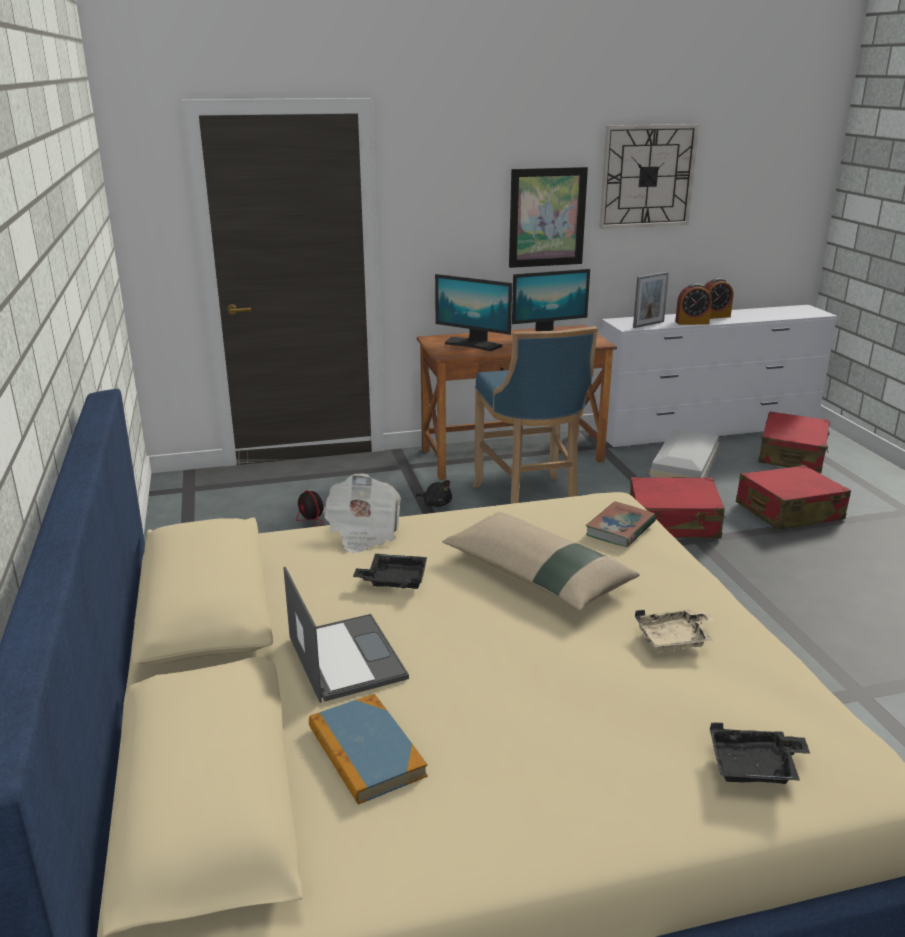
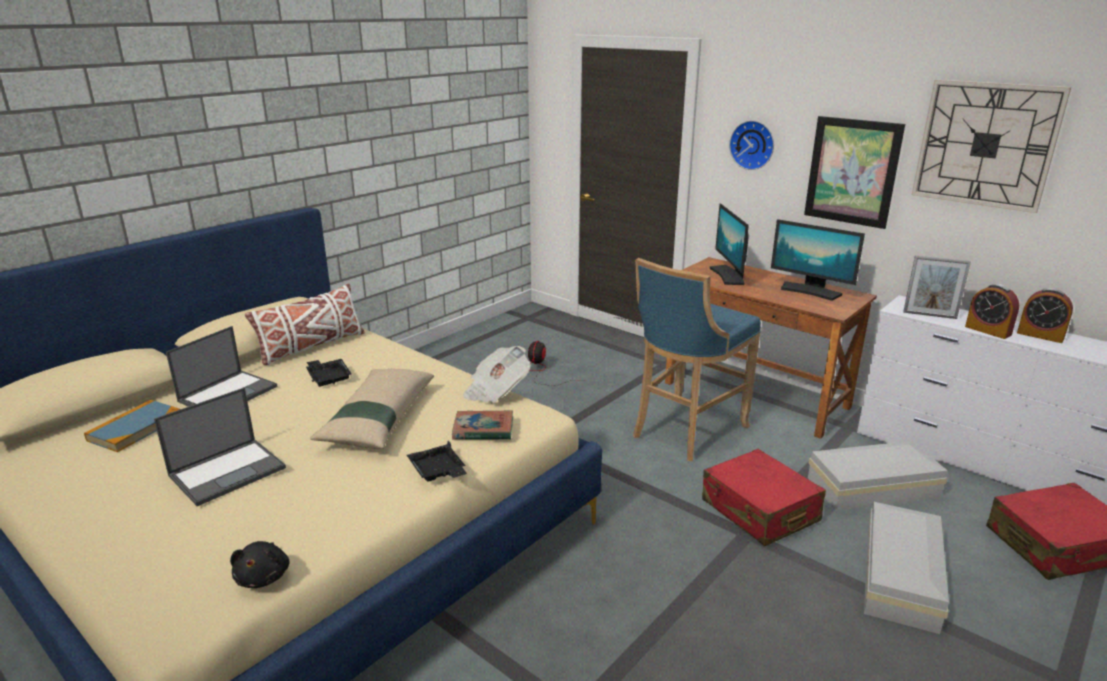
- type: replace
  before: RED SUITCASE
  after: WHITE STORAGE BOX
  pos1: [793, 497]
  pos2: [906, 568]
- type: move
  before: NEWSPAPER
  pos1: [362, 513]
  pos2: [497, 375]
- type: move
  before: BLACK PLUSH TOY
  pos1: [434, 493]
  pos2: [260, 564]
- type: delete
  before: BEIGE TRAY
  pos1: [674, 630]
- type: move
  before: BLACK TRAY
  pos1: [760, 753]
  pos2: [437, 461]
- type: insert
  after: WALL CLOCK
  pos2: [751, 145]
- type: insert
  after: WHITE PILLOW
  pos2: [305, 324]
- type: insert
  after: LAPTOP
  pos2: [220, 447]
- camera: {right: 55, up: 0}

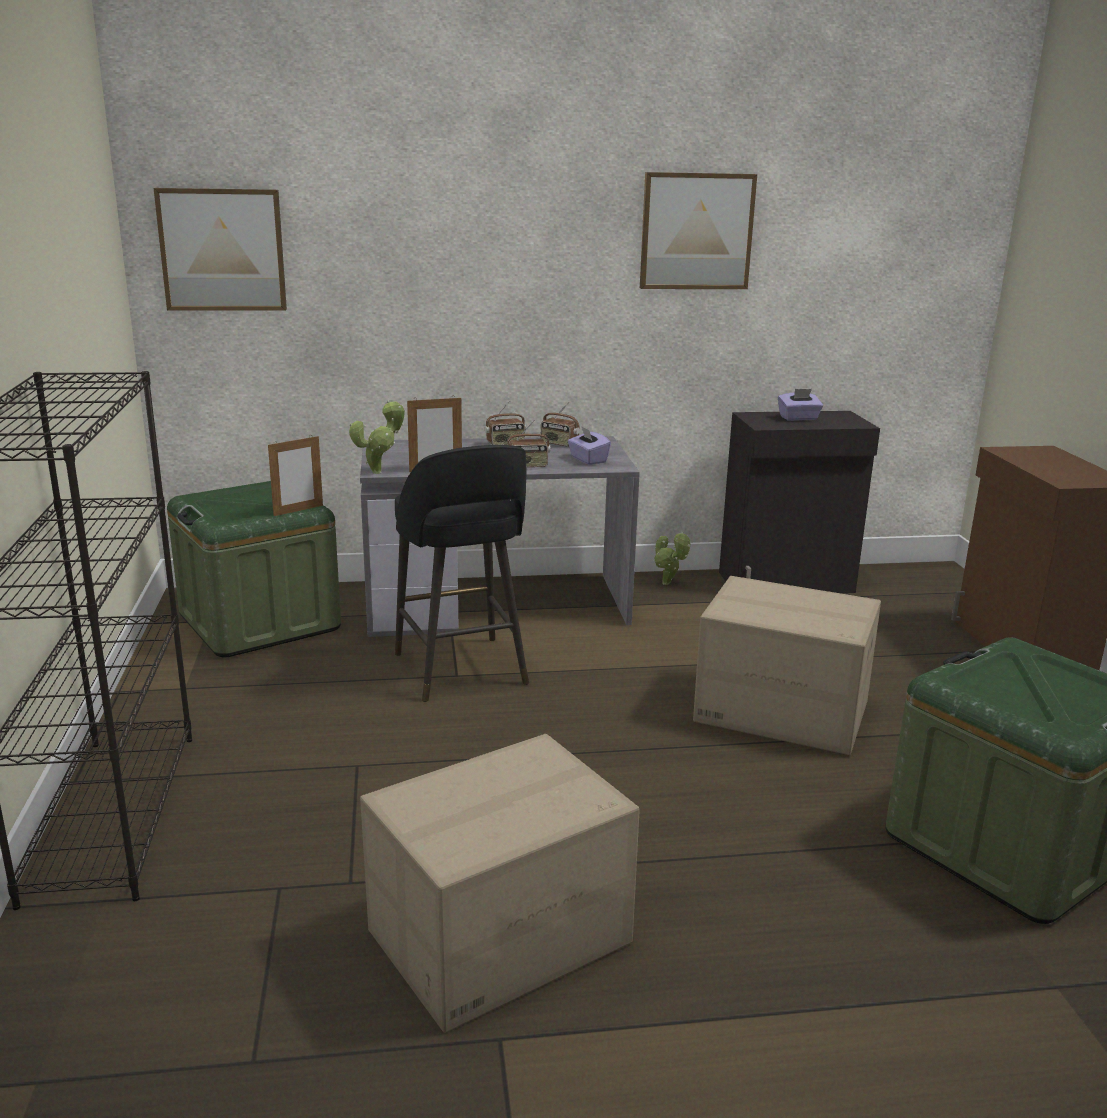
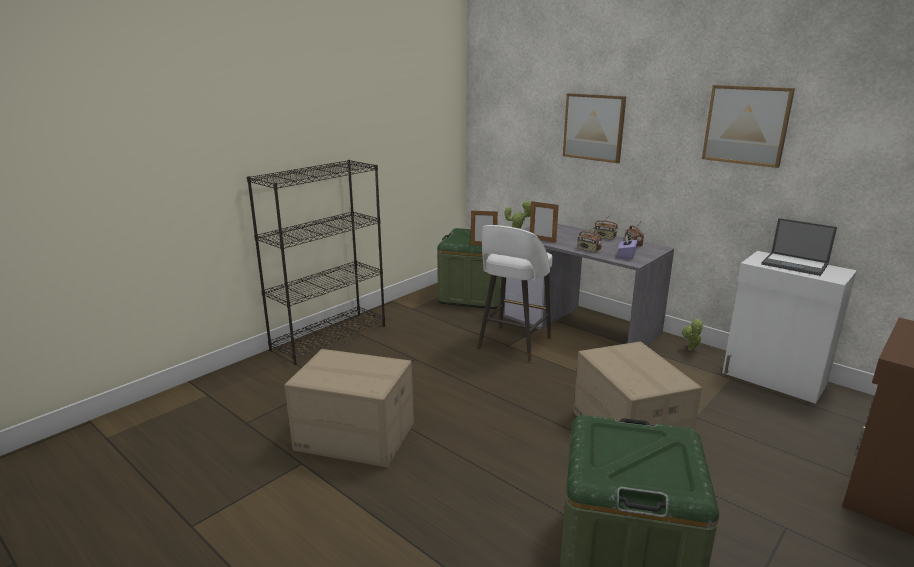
- type: move
  before: PICTURE
  pos1: [220, 249]
  pos2: [594, 128]
- type: replace
  before: PURPLE TISSUE BOX
  after: LAPTOP
  pos1: [800, 405]
  pos2: [799, 247]
- type: recolor
  before: BLACK CABINET
  after: WHITE CABINET
  pos1: [799, 502]
  pos2: [789, 327]
- type: recolor
  before: BLACK STOOL
  after: WHITE STOOL
  pos1: [462, 573]
  pos2: [515, 293]
- camera: {right: 50, up: 0}

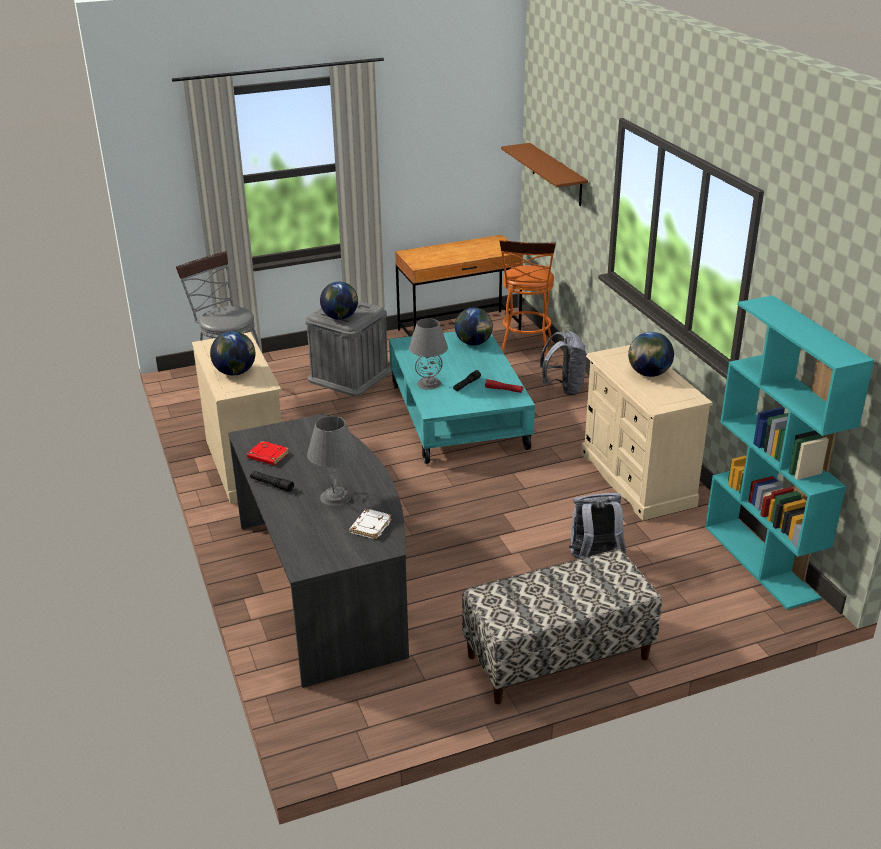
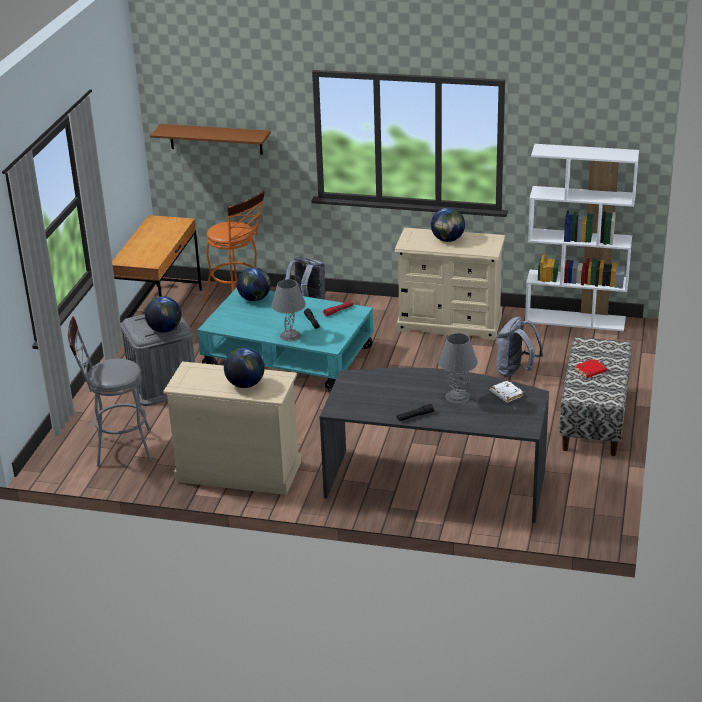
- type: recolor
  before: TURQUOISE BOOKCASE
  after: WHITE BOOKCASE
  pos1: [789, 452]
  pos2: [582, 237]
- type: move
  before: RED BOOK
  pos1: [268, 453]
  pos2: [591, 368]
- camera: {right: -55, up: 0}

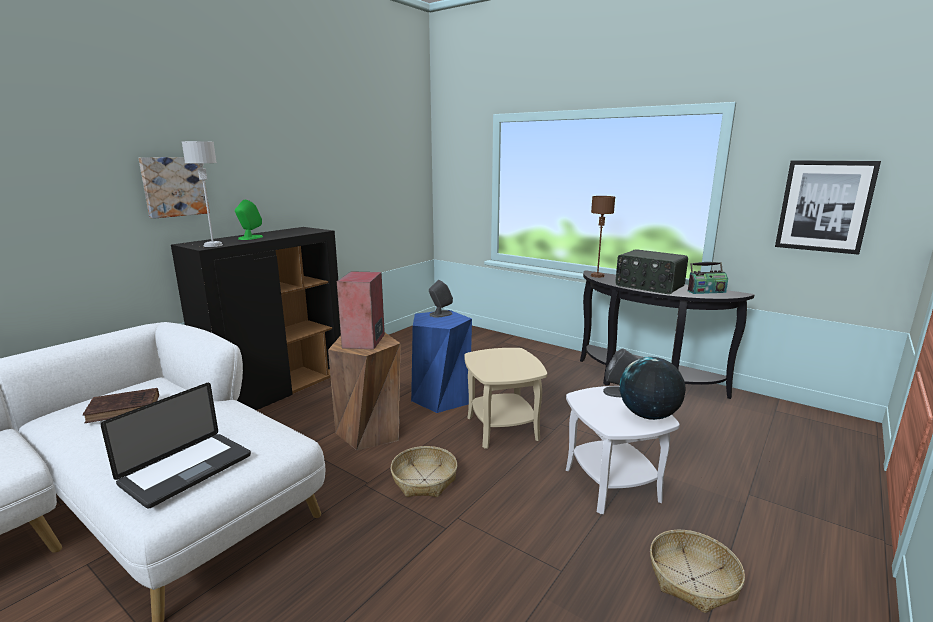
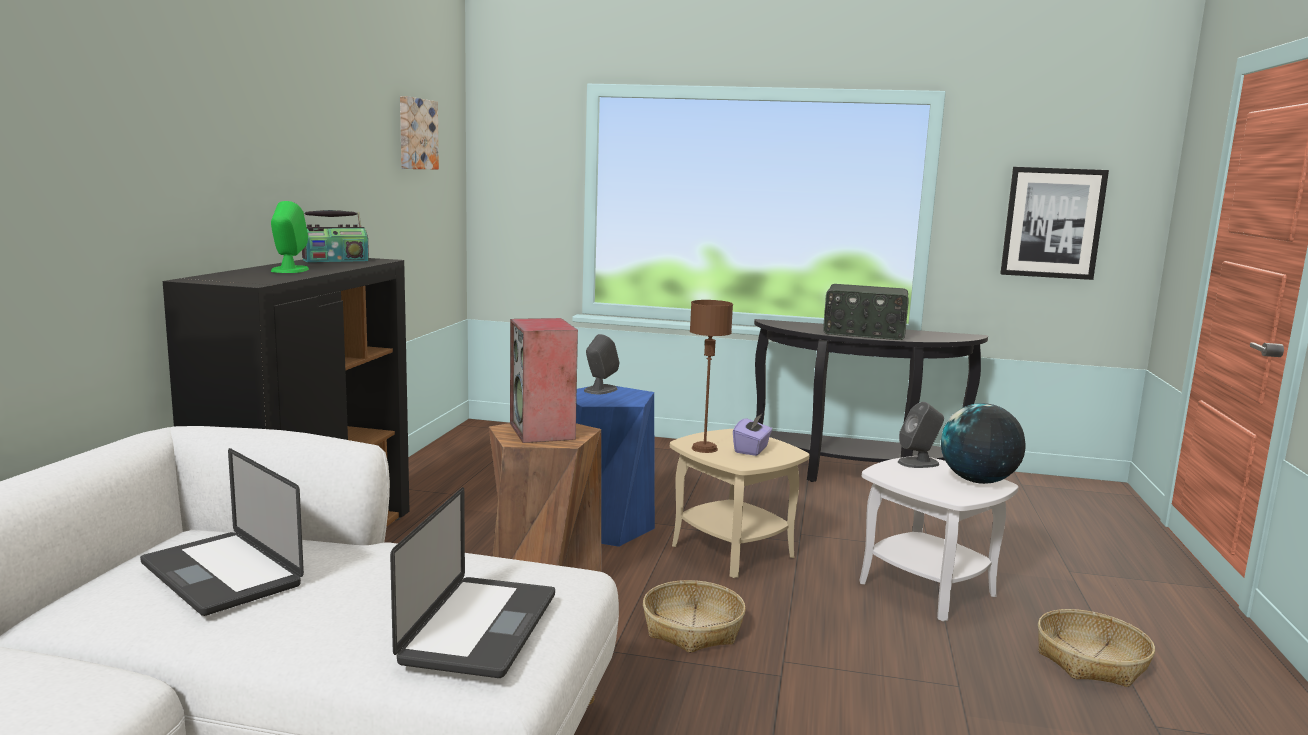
- type: delete
  before: GREY TABLE LAMP
  pos1: [202, 194]
- type: move
  before: PICTURE
  pos1: [174, 188]
  pos2: [419, 133]
- type: move
  before: BROWN TABLE LAMP
  pos1: [603, 237]
  pos2: [711, 376]
- type: move
  before: RADIO
  pos1: [708, 278]
  pos2: [335, 236]
- type: replace
  before: BROWN BOOK
  after: LAPTOP
  pos1: [121, 405]
  pos2: [222, 532]
- type: insert
  after: PURPLE TISSUE BOX
  pos2: [752, 435]
- camera: {right: -25, up: -5}

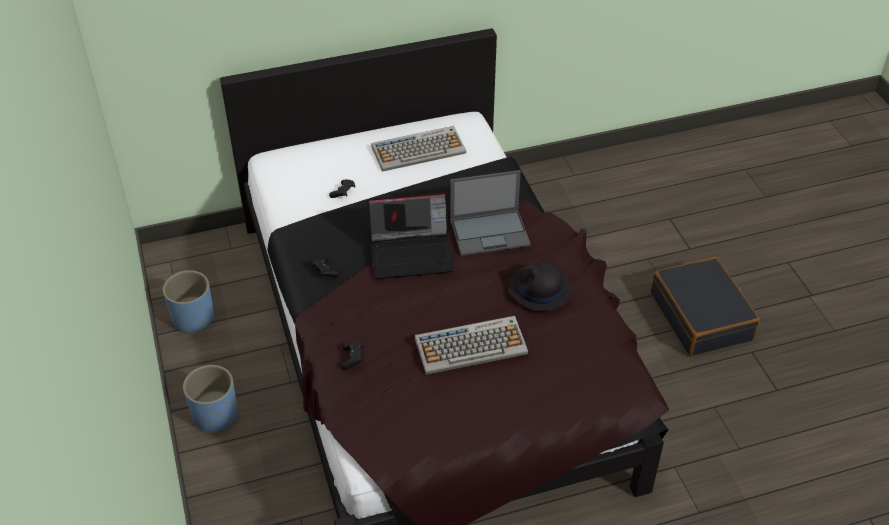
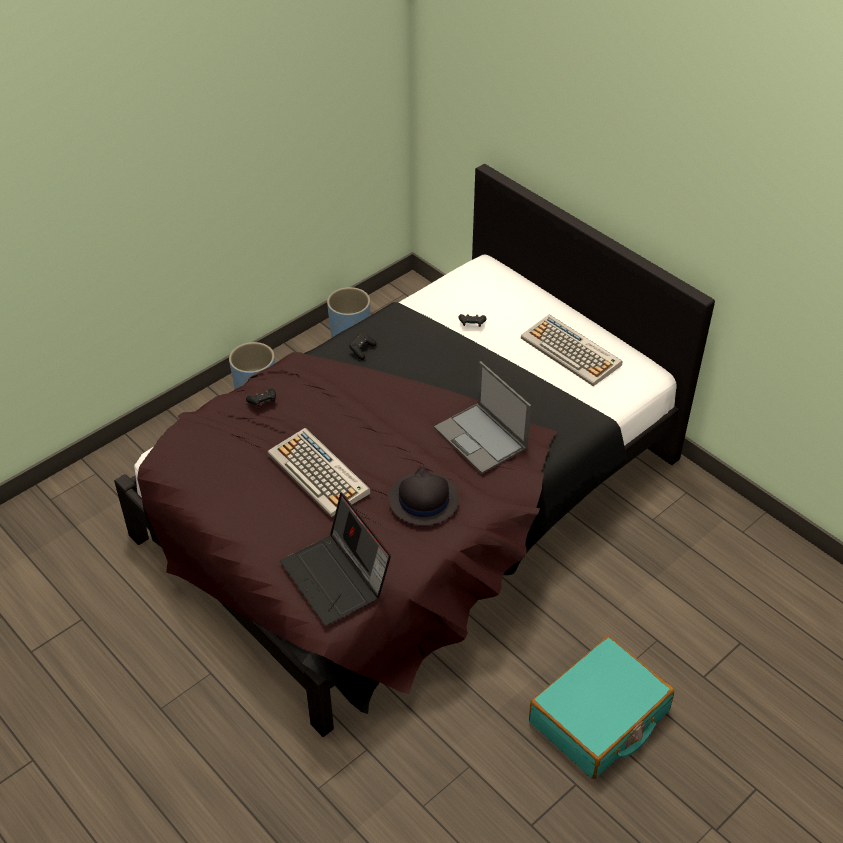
- type: move
  before: LAPTOP
  pos1: [411, 235]
  pos2: [335, 559]
- type: recolor
  before: BLACK SUITCASE
  after: TURQUOISE SUITCASE
  pos1: [705, 306]
  pos2: [601, 707]
- camera: {right: 65, up: 0}

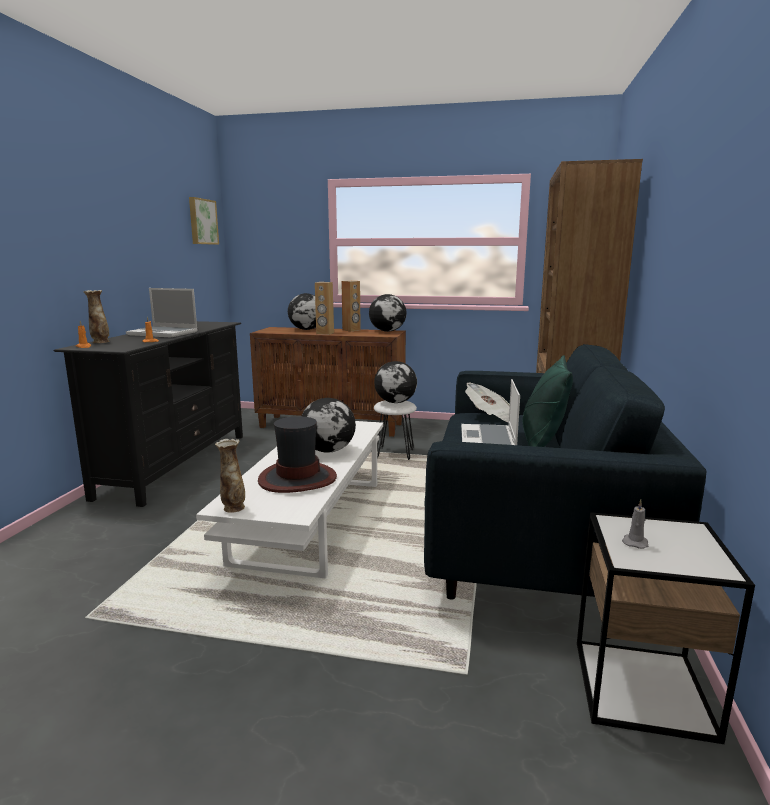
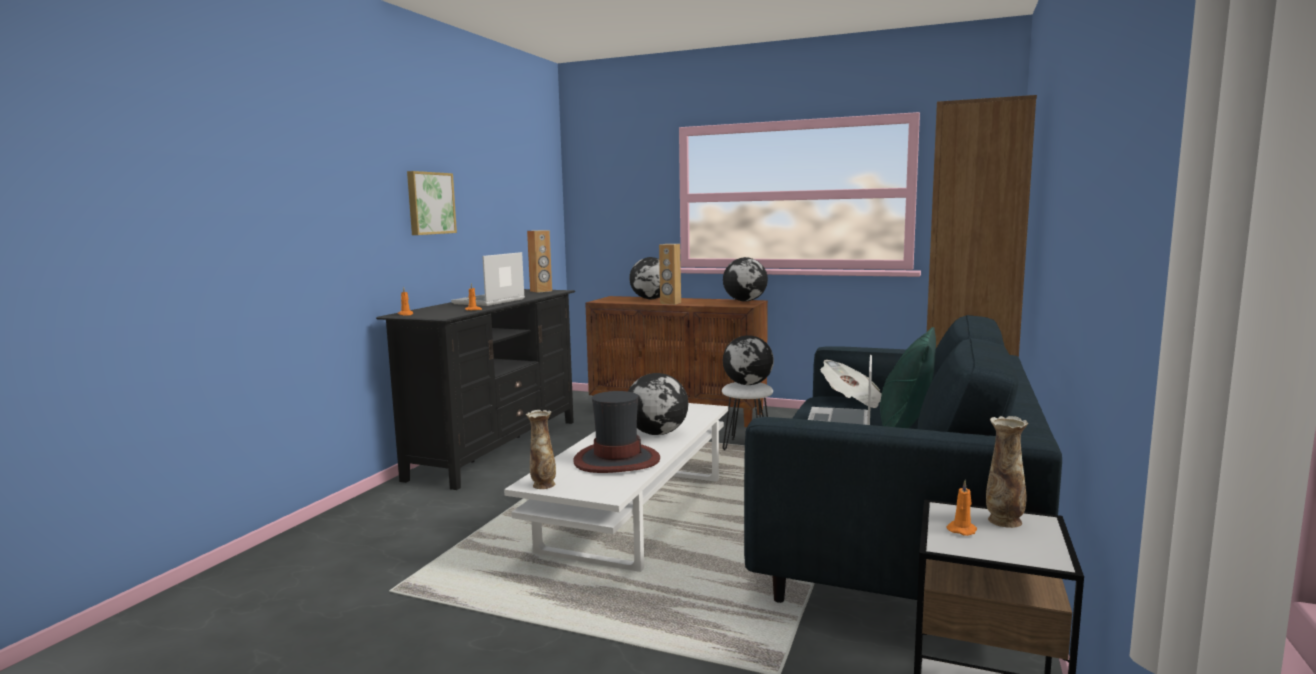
- type: move
  before: PICTURE
  pos1: [204, 221]
  pos2: [432, 203]
- type: move
  before: BROWN SPEAKER
  pos1: [351, 306]
  pos2: [539, 261]
- type: rotate
  before: LAPTOP
  pos1: [162, 312]
  pos2: [488, 279]
  turn: 90
- type: move
  before: VASE
  pos1: [96, 316]
  pos2: [1007, 472]
- type: recolor
  before: GREY CANDLE
  after: ORANGE CANDLE
  pos1: [635, 524]
  pos2: [961, 508]
- camera: {right: 10, up: -5}

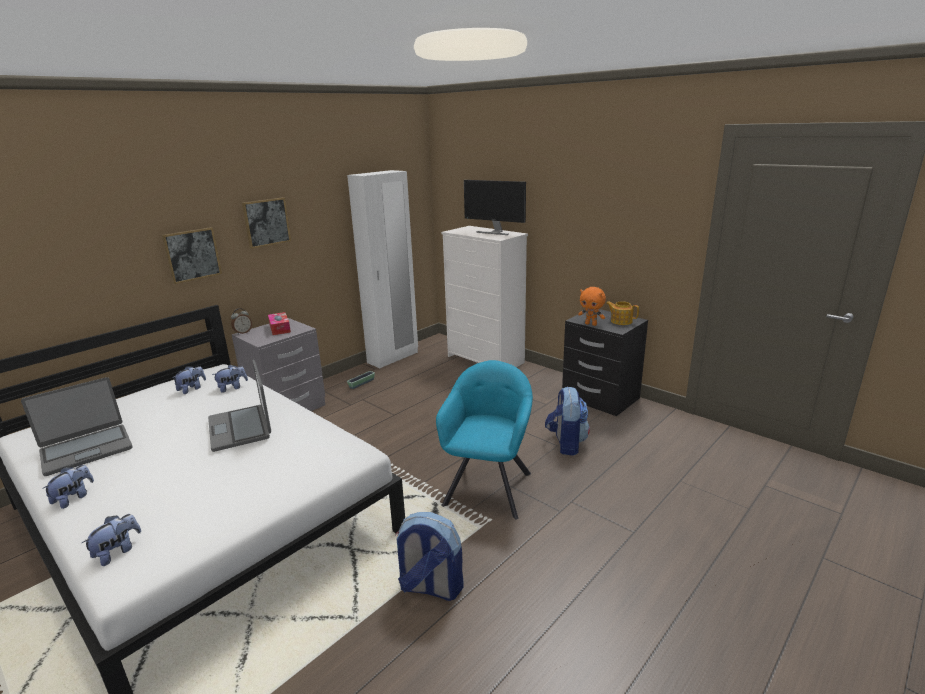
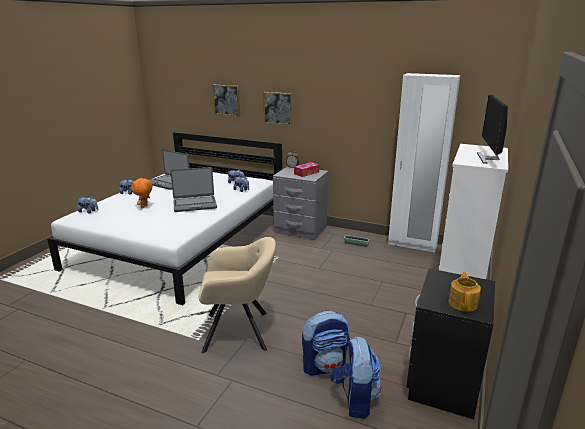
- type: move
  before: PICTURE
  pos1: [266, 223]
  pos2: [226, 100]
- type: move
  before: ORANGE PLUSH TOY
  pos1: [592, 306]
  pos2: [141, 193]
- type: rotate
  before: LAPTOP
  pos1: [239, 406]
  pos2: [193, 189]
  turn: -150
- type: recolor
  before: TURQUOISE ARMCHAIR
  after: BEIGE ARMCHAIR
  pos1: [484, 440]
  pos2: [237, 295]
- type: move
  before: BACKPACK
  pos1: [429, 556]
  pos2: [356, 377]
- camera: {right: 70, up: 0}

